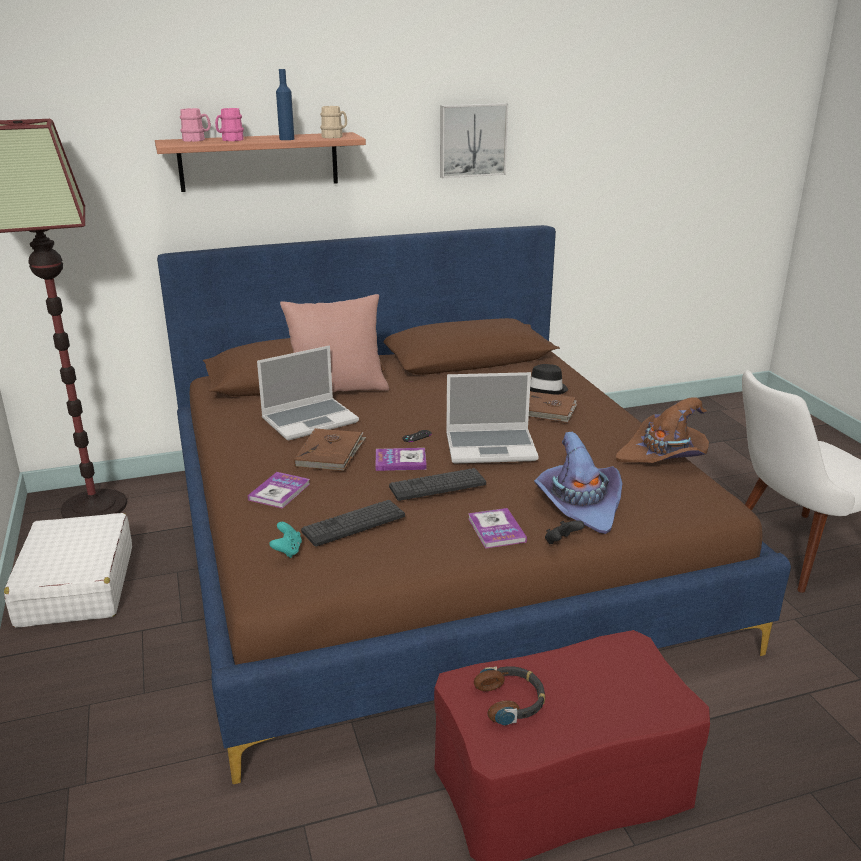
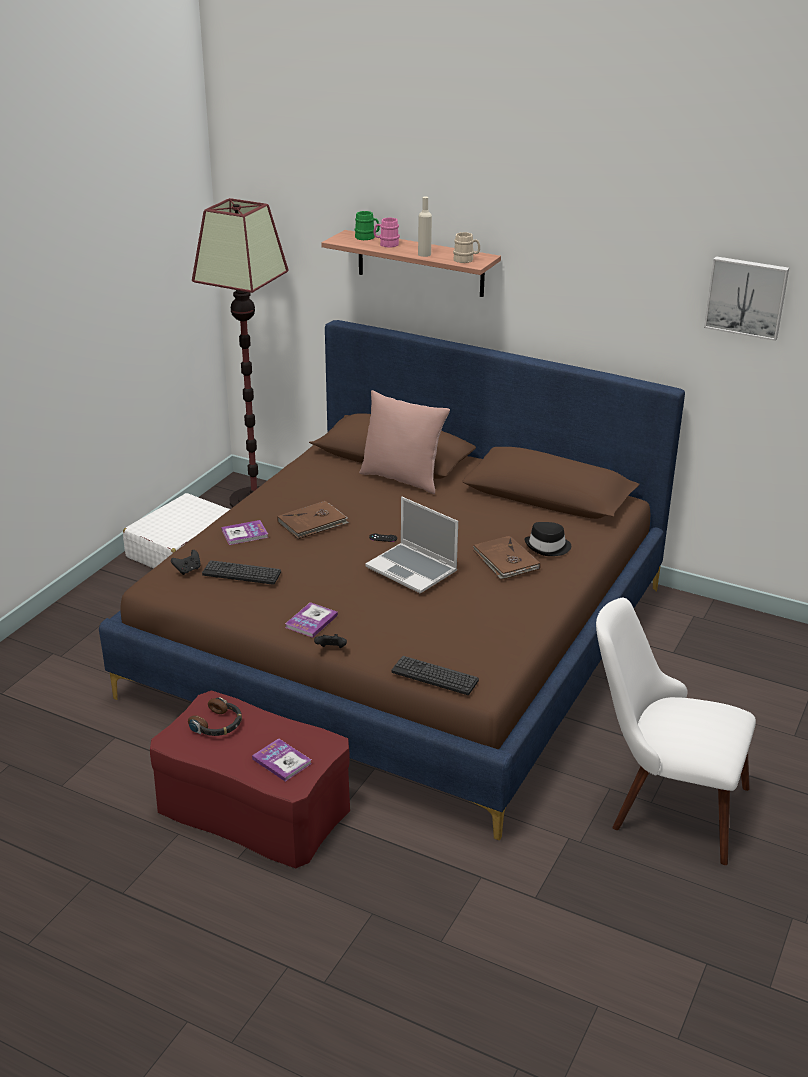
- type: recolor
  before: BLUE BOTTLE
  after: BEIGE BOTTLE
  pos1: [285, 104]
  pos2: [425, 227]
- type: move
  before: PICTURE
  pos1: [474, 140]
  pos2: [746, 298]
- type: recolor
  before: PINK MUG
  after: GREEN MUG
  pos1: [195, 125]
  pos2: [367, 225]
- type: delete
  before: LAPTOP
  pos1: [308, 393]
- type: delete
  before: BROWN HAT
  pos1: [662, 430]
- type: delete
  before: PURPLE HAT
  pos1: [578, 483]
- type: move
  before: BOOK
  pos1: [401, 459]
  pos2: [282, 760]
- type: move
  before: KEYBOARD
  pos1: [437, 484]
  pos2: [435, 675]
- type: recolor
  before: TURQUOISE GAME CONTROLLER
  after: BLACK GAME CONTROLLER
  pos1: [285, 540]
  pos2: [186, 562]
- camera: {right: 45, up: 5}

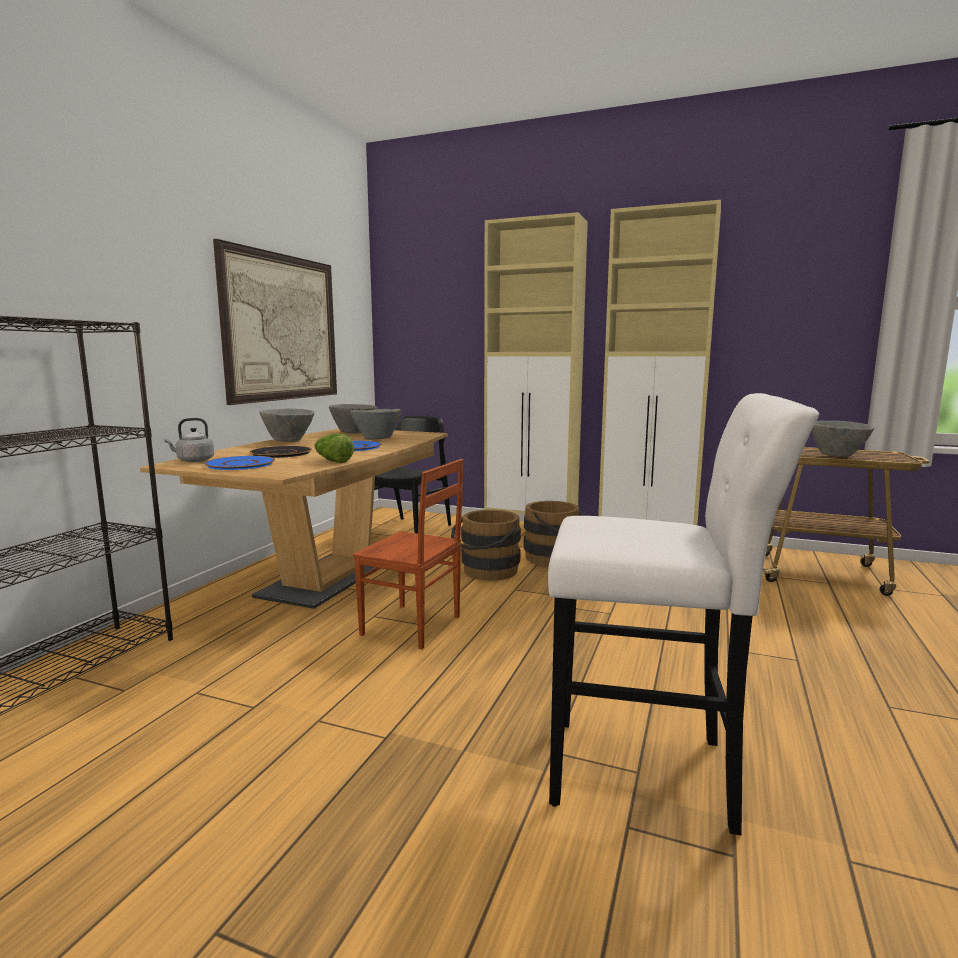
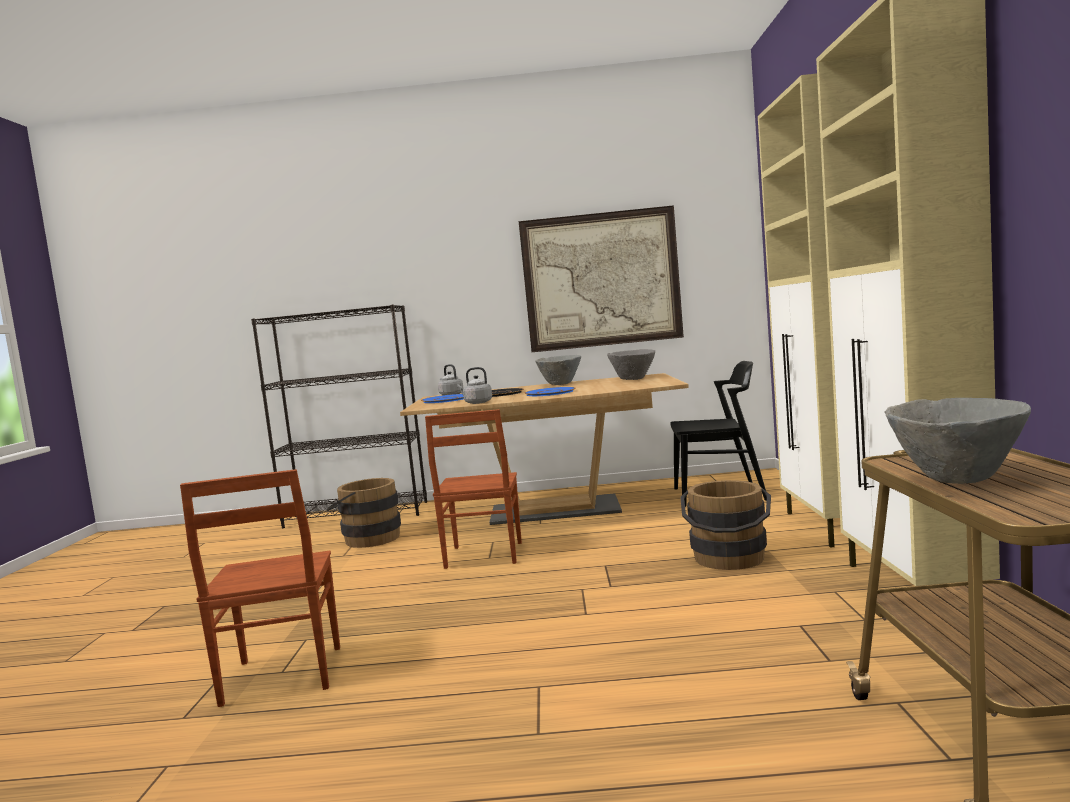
- type: replace
  before: WHITE STOOL
  after: BROWN CHAIR
  pos1: [683, 614]
  pos2: [260, 588]
- type: delete
  before: GREY BOWL
  pos1: [376, 424]
- type: replace
  before: LETTUCE
  after: GREY KETTLE
  pos1: [334, 448]
  pos2: [474, 385]
- type: move
  before: BROWN BUCKET
  pos1: [486, 545]
  pos2: [364, 513]
- camera: {right: 70, up: -5}

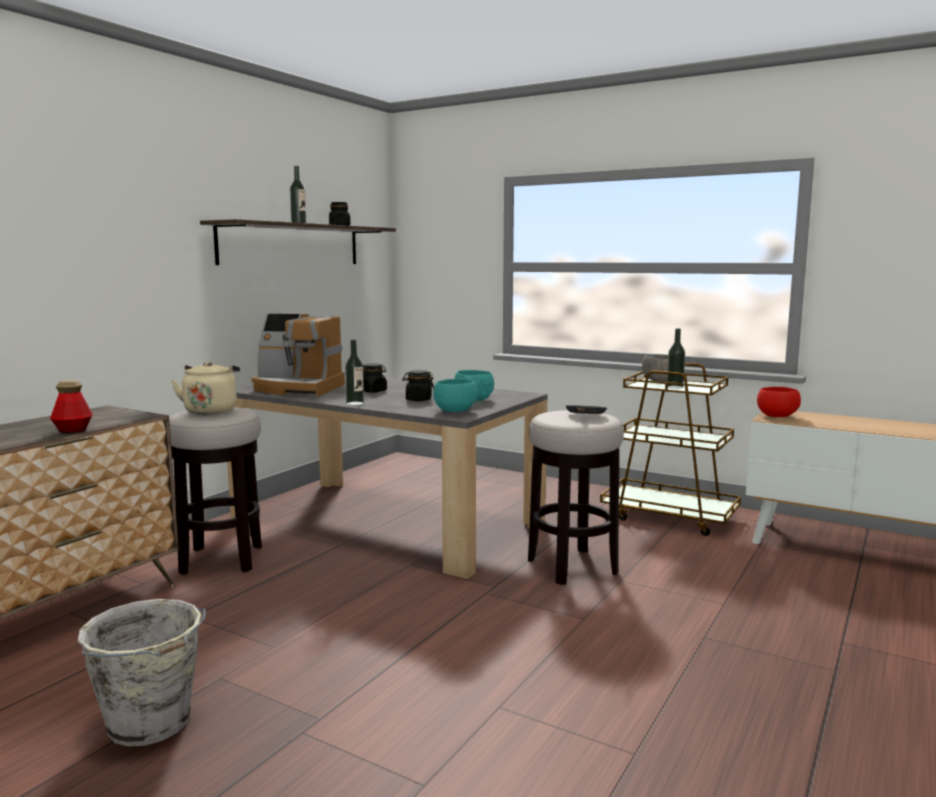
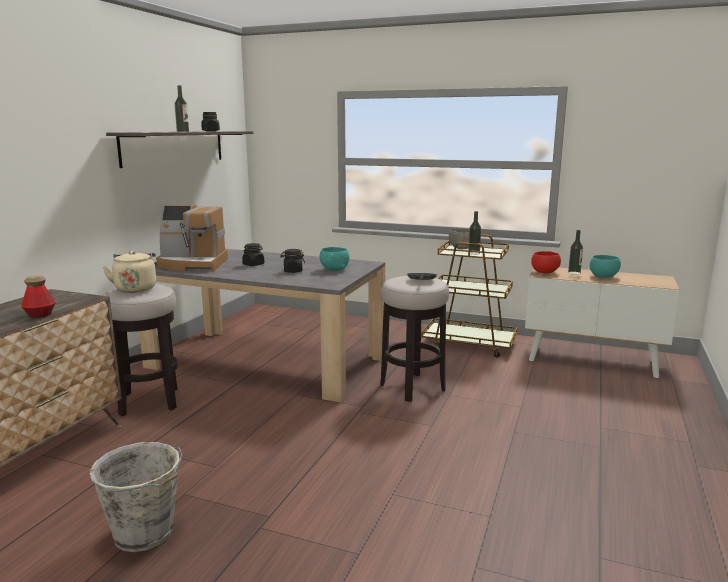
- type: move
  before: BOTTLE
  pos1: [354, 372]
  pos2: [575, 252]
- type: move
  before: TURQUOISE BOWL
  pos1: [455, 395]
  pos2: [605, 266]
- camera: {right: -10, up: 5}

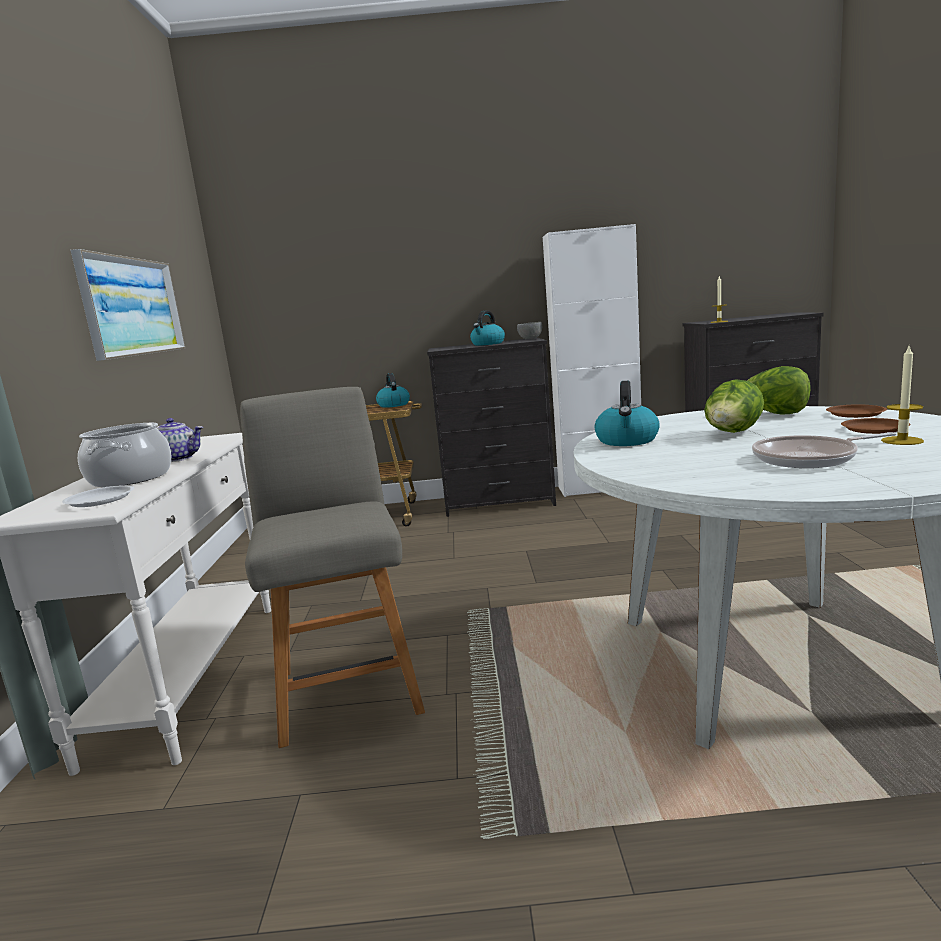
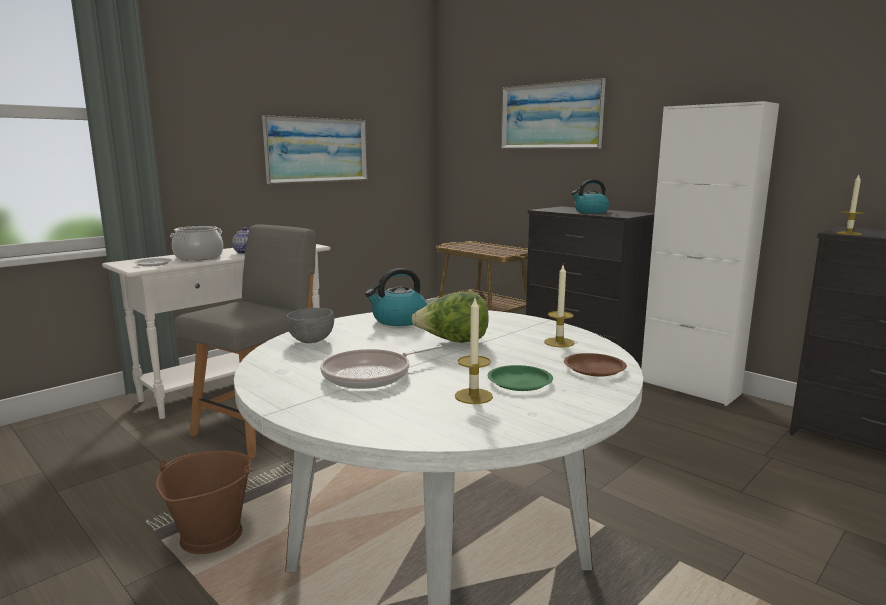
- type: move
  before: GREY BOWL
  pos1: [529, 331]
  pos2: [310, 325]
- type: replace
  before: LETTUCE
  after: CANDLE
  pos1: [778, 390]
  pos2: [559, 306]
- type: delete
  before: KETTLE
  pos1: [393, 390]
- type: recolor
  before: BROWN PLATE
  after: GREEN PLATE
  pos1: [875, 426]
  pos2: [520, 378]
- type: rotate
  before: FRYING PAN
  pos1: [824, 450]
  pos2: [381, 366]
  turn: -75
- type: insert
  after: PICTURE
  pos2: [553, 113]
- type: insert
  after: BROWN BUCKET
  pos2: [204, 502]
- camera: {right: 45, up: 0}

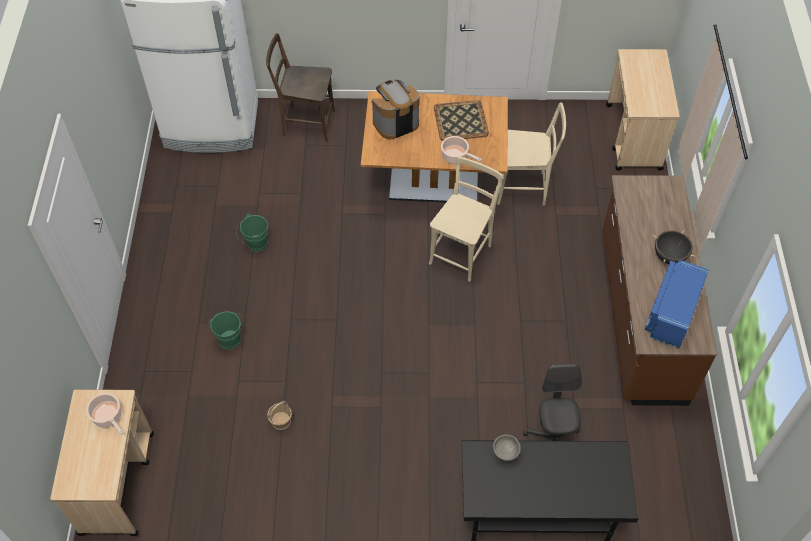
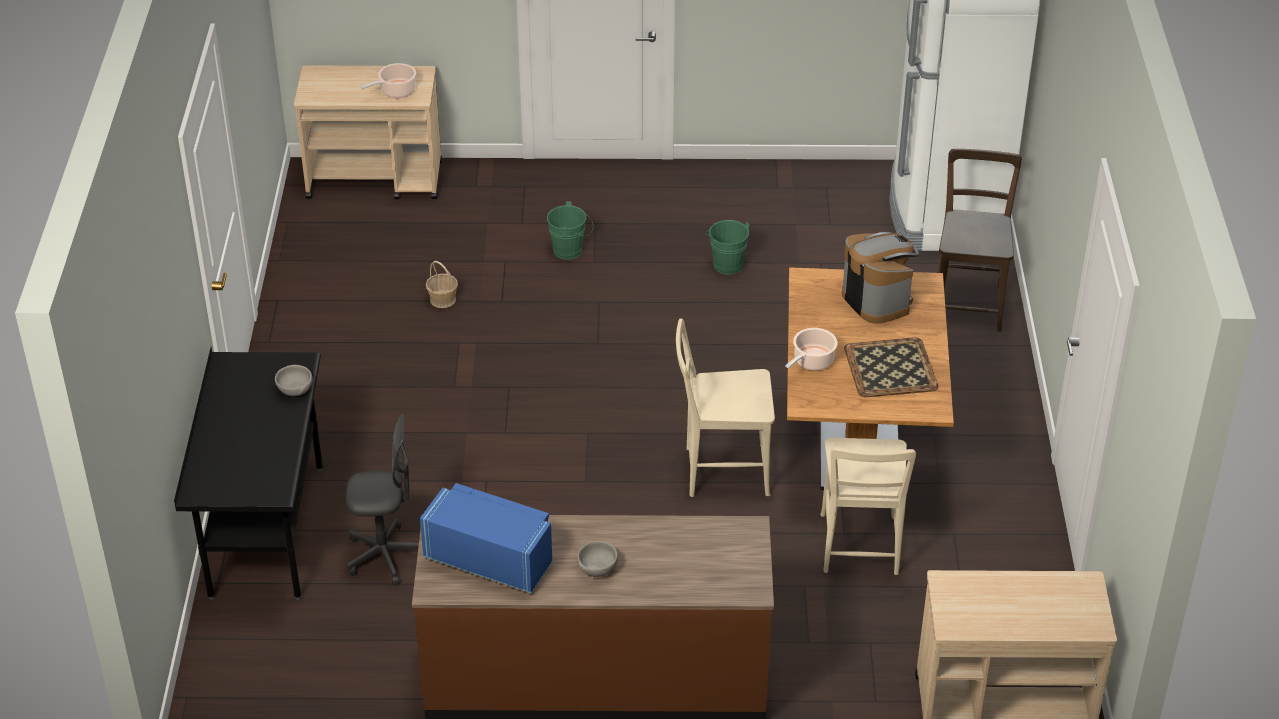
- type: rotate
  before: BEIGE CHAIR
  pos1: [466, 219]
  pos2: [725, 407]
  turn: 150
- type: replace
  before: BLACK COOKING POT
  after: GREY BOWL
  pos1: [674, 247]
  pos2: [597, 559]
- camera: {right: 90, up: -15}

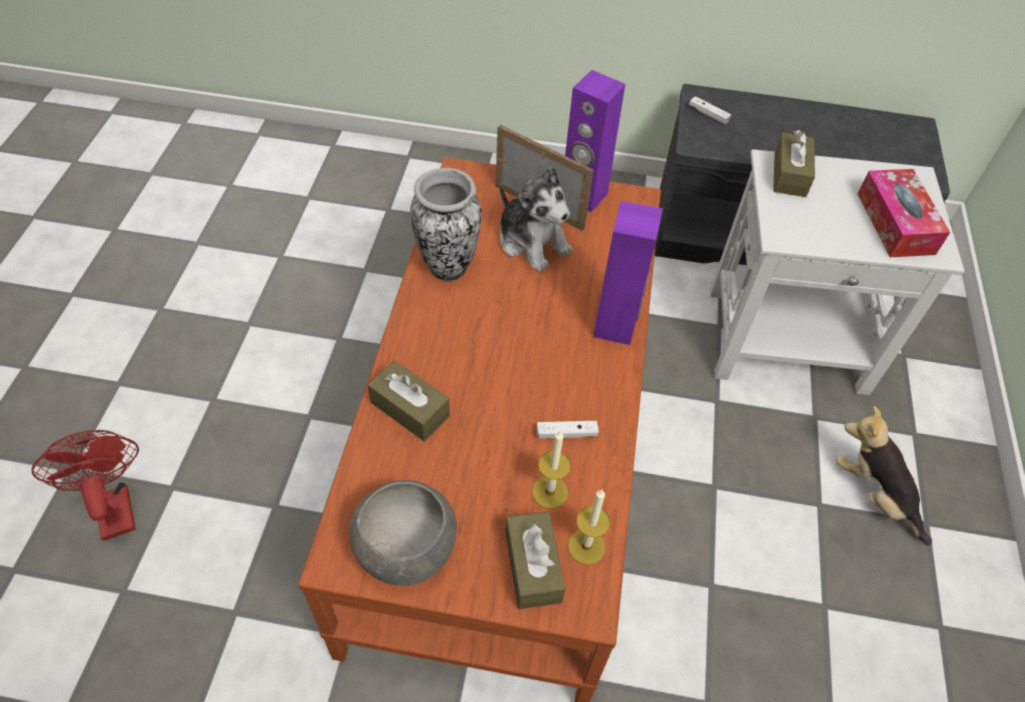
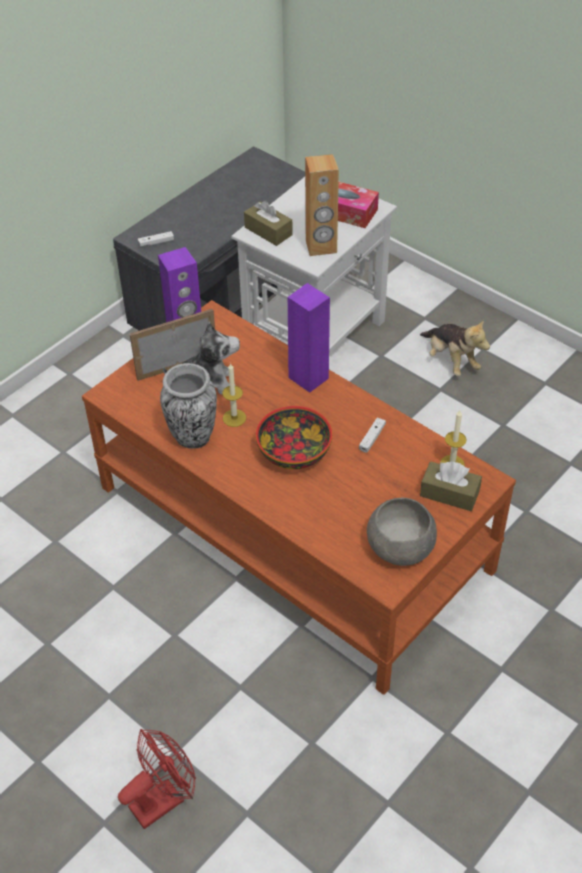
- type: delete
  before: BROWN TISSUE BOX
  pos1: [409, 401]
- type: rotate
  before: PLUSH TOY
  pos1: [884, 475]
  pos2: [455, 347]
  turn: -120
- type: rotate
  before: RED FAN
  pos1: [85, 485]
  pos2: [157, 779]
  turn: 135
- type: move
  before: CANDLE
  pos1: [551, 469]
  pos2: [234, 395]
- type: insert
  after: BROWN SPEAKER
  pos2: [322, 205]
- type: insert
  after: BOWL
  pos2: [294, 437]
- camera: {right: -55, up: -5}

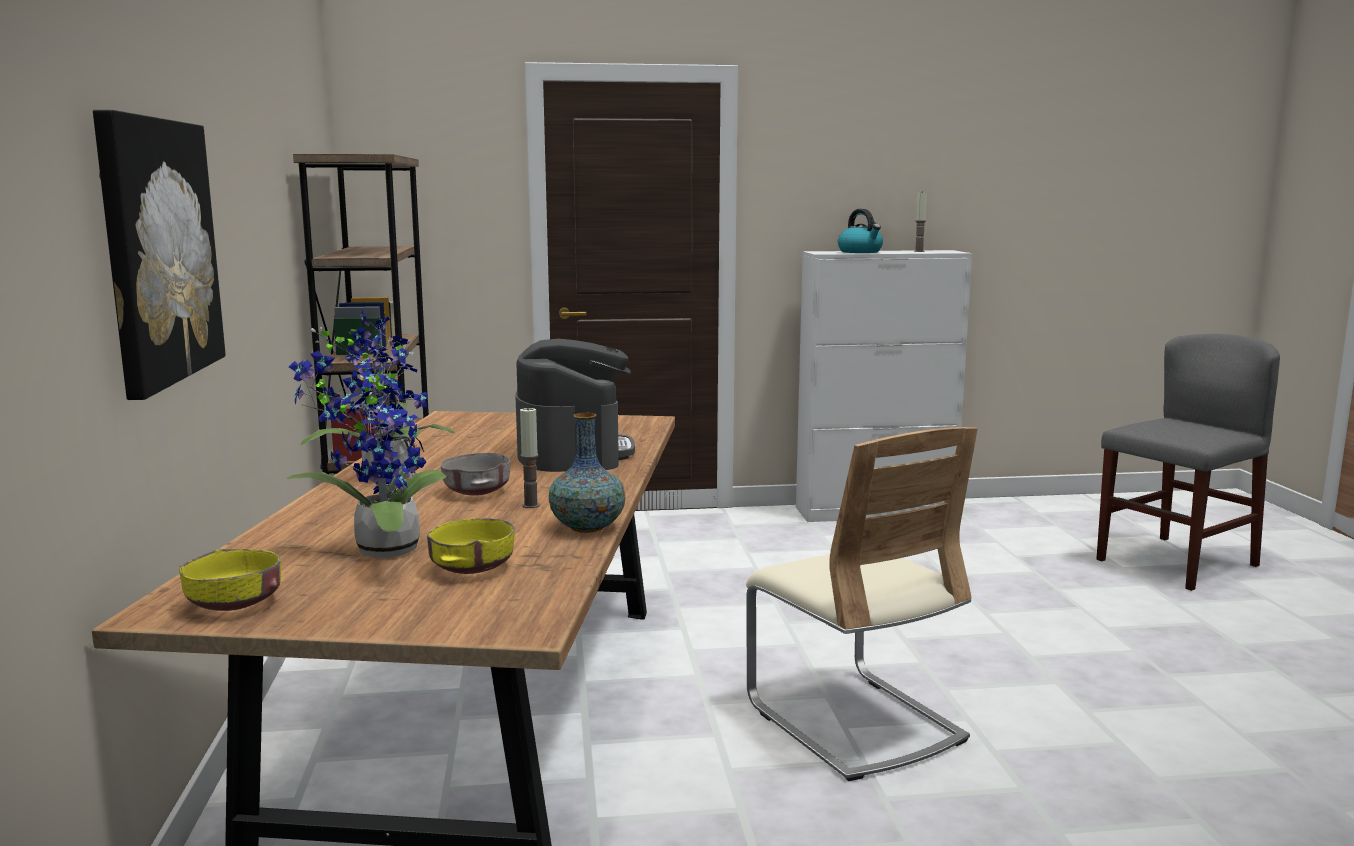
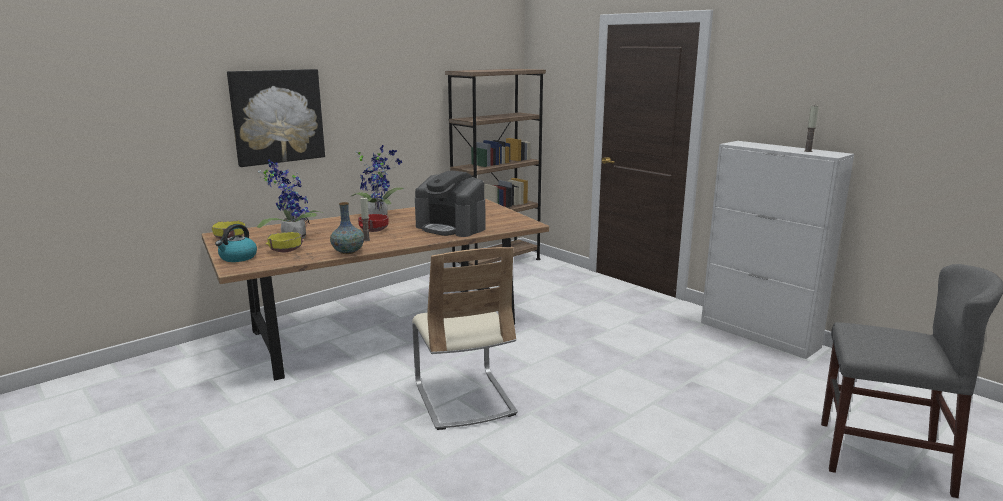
- type: move
  before: KETTLE
  pos1: [860, 231]
  pos2: [236, 243]
- type: rotate
  before: COFFEE MACHINE
  pos1: [575, 405]
  pos2: [450, 203]
  turn: 75
- type: rotate
  before: BEIGE CHAIR
  pos1: [862, 604]
  pos2: [465, 338]
  turn: -45
- type: recolor
  before: GREY BOWL
  after: RED BOWL
  pos1: [475, 474]
  pos2: [373, 223]
- camera: {right: 55, up: 5}

